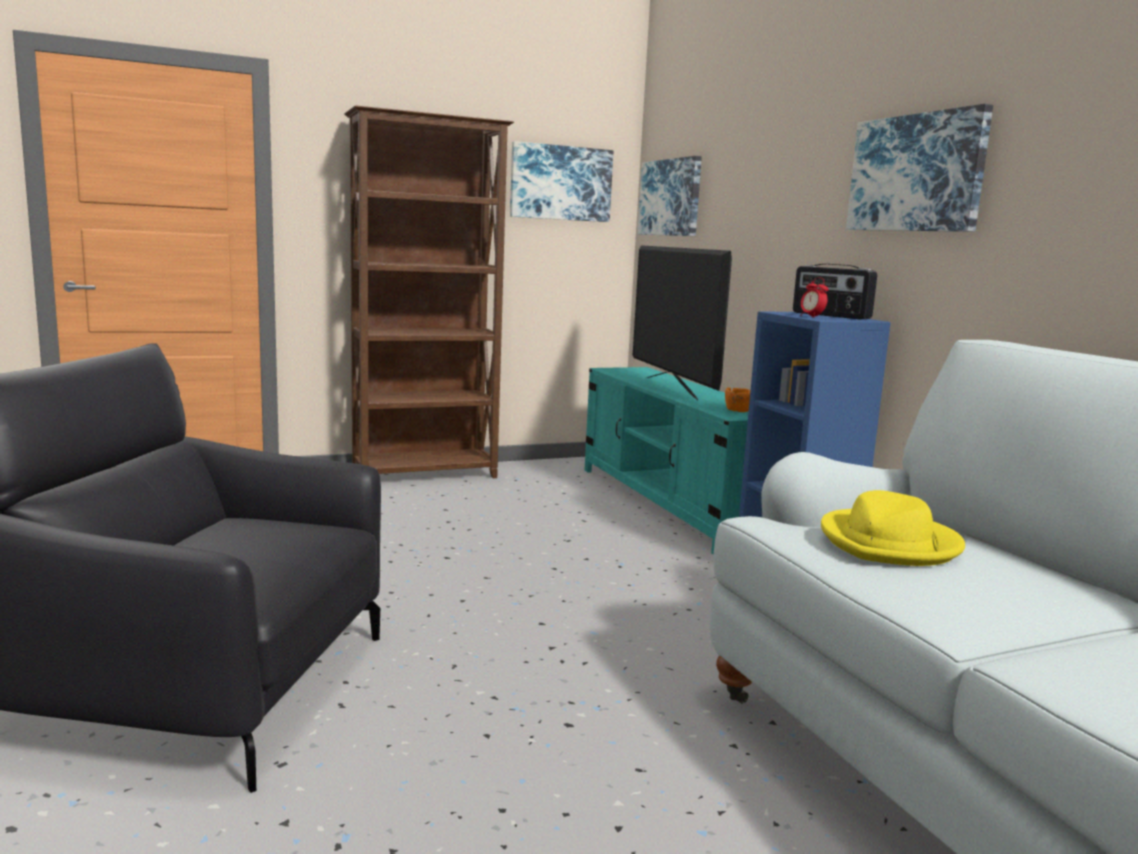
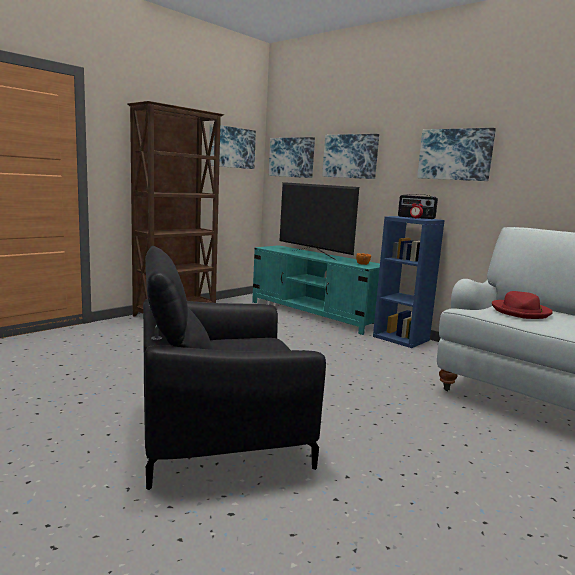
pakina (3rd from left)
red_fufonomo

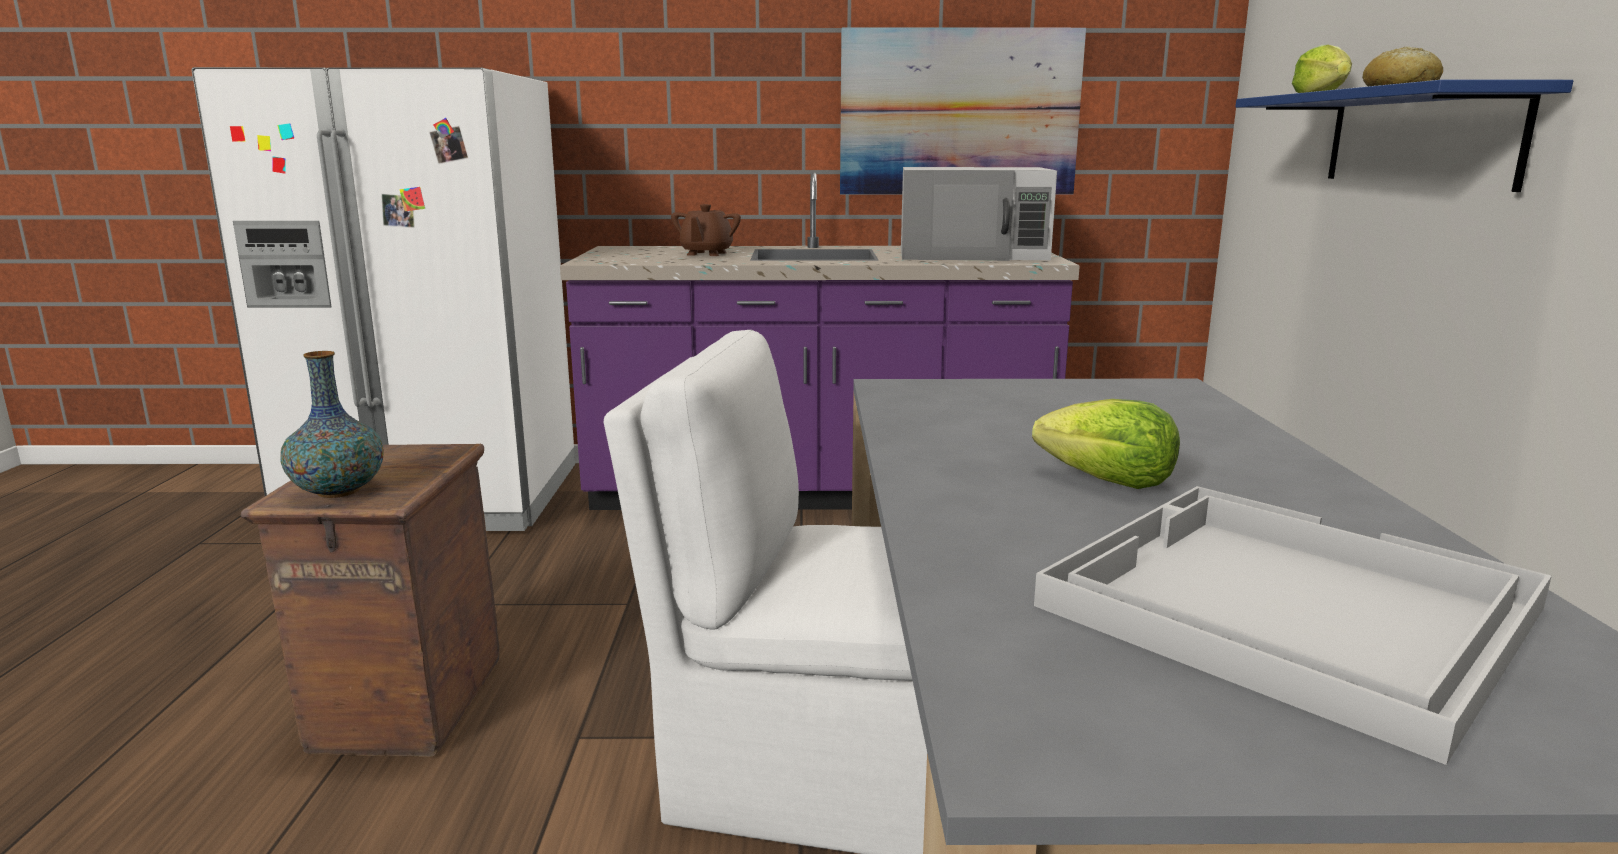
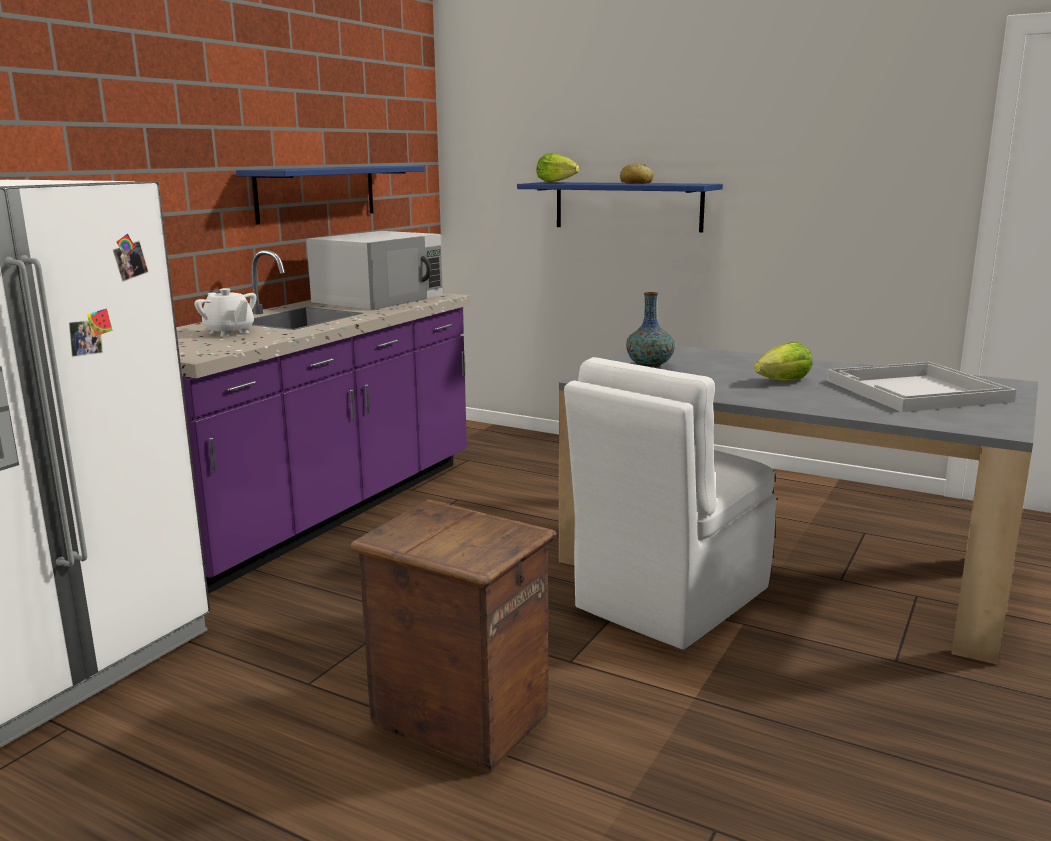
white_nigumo
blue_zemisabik (1st from left)
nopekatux

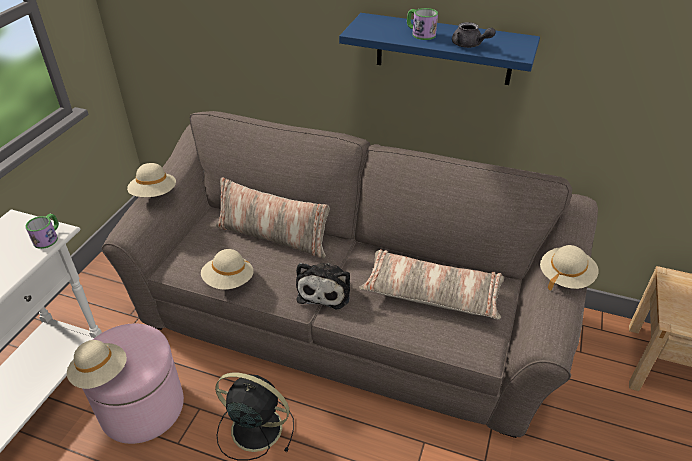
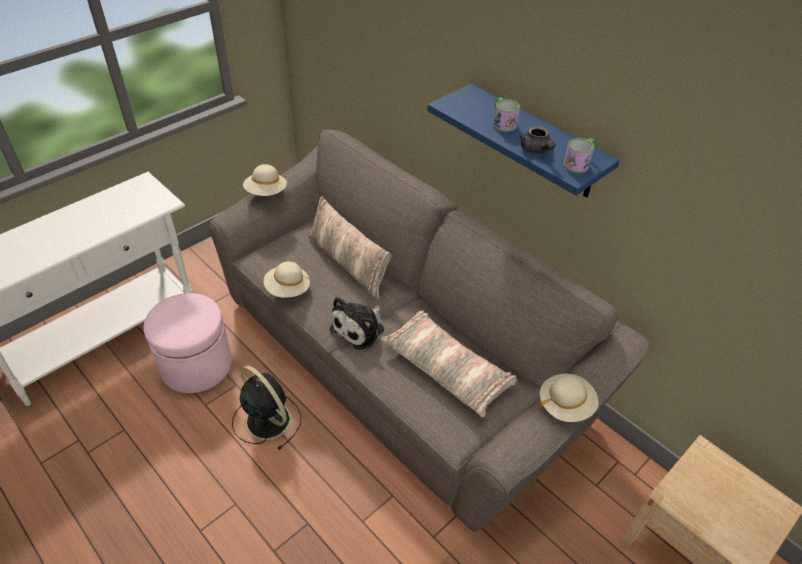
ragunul (2nd from left)
beige_fufonomo (1st from left in the first image)

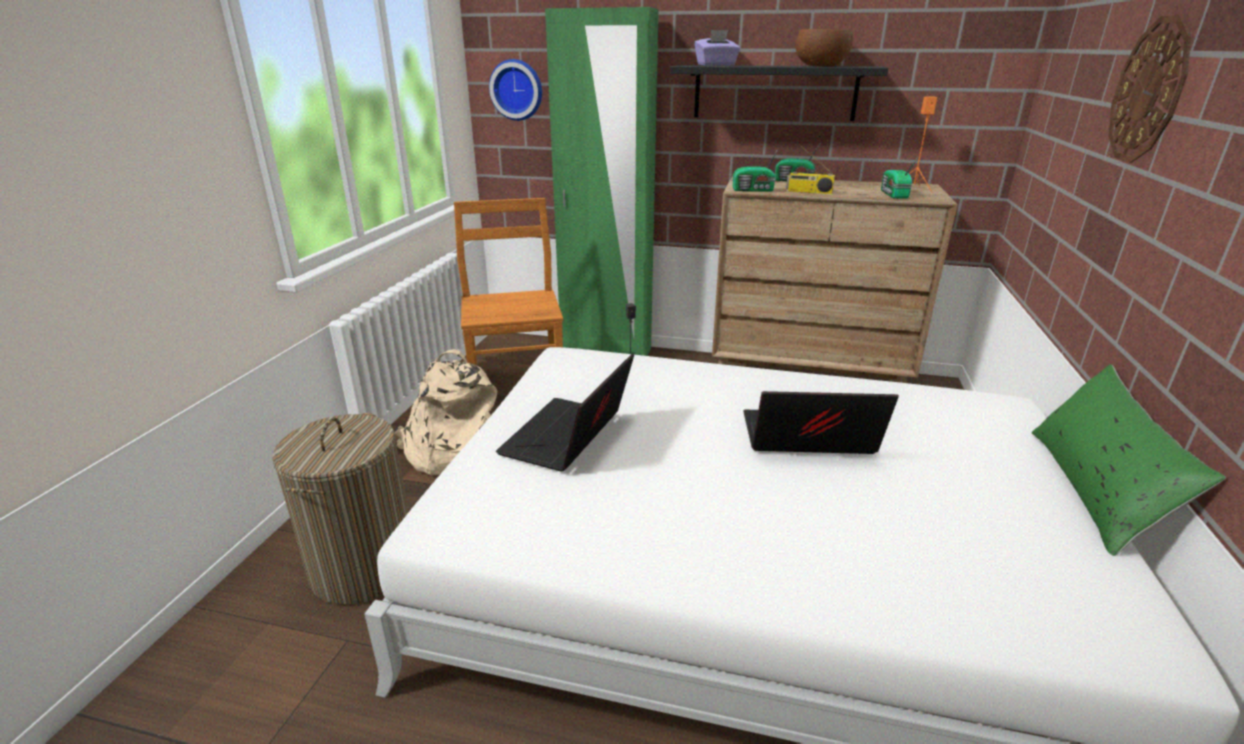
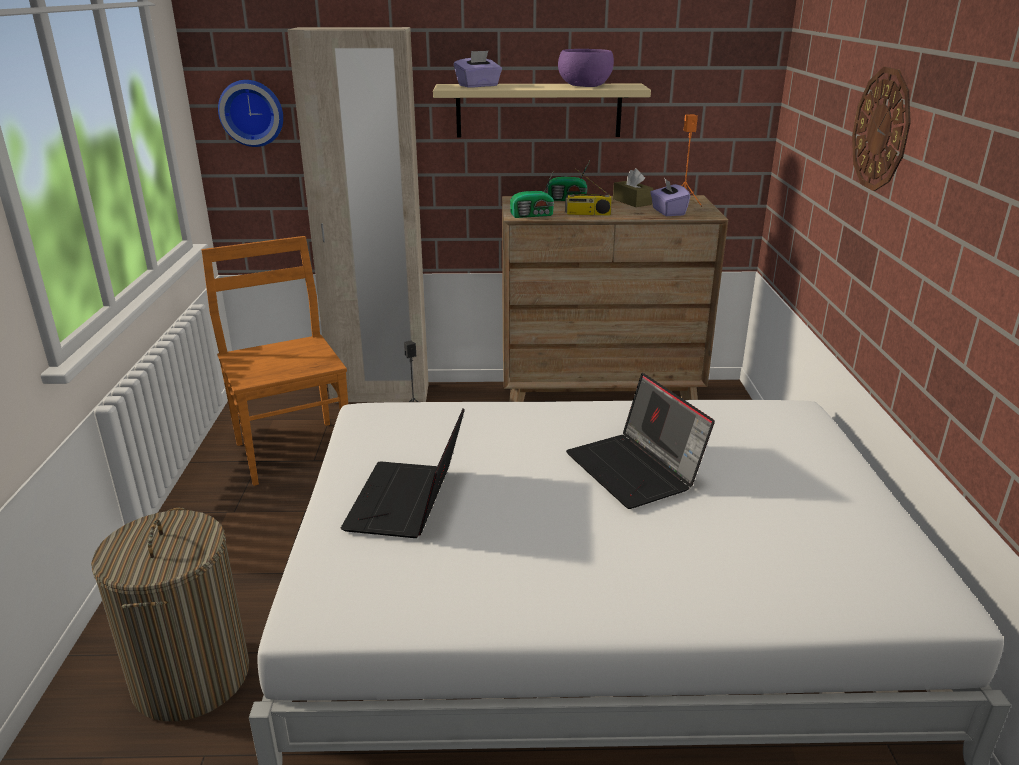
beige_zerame
beige_zemisabik
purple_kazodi
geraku (2nd from left)
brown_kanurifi
purple_kanurifi (2nd from left)
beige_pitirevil
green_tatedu

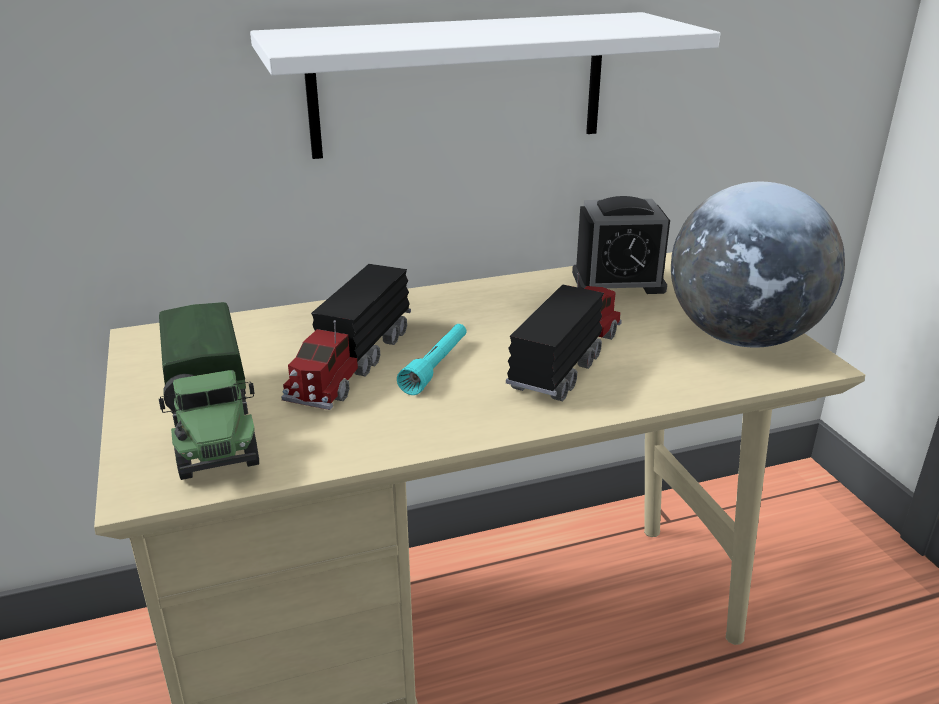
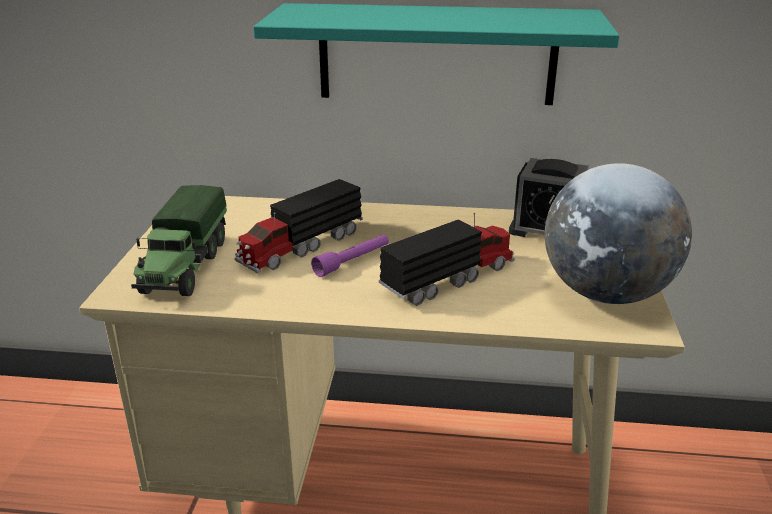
turquoise_zemisabik
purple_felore

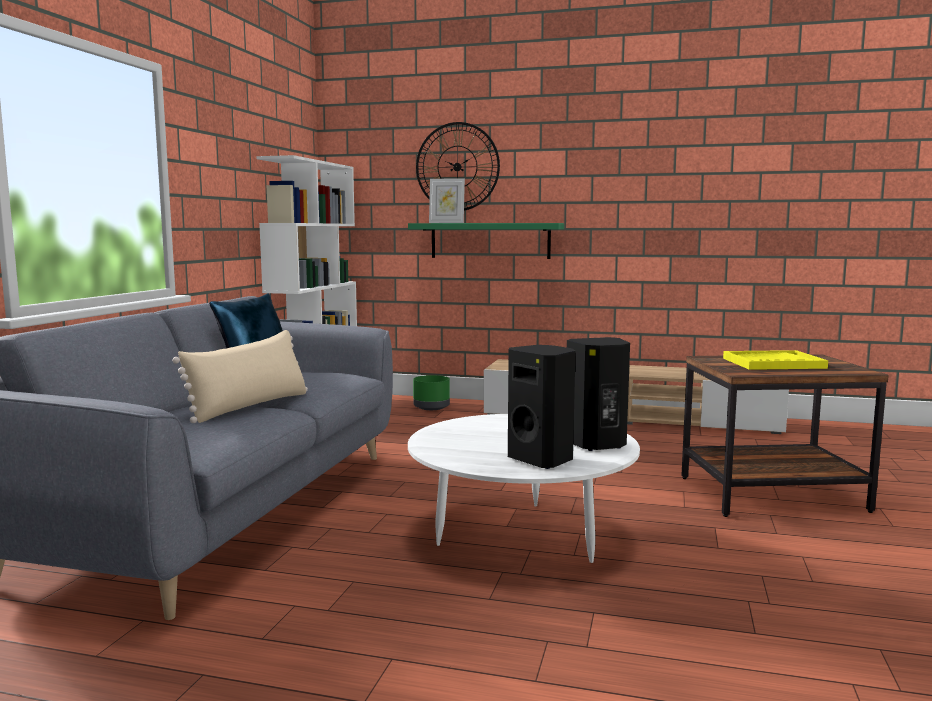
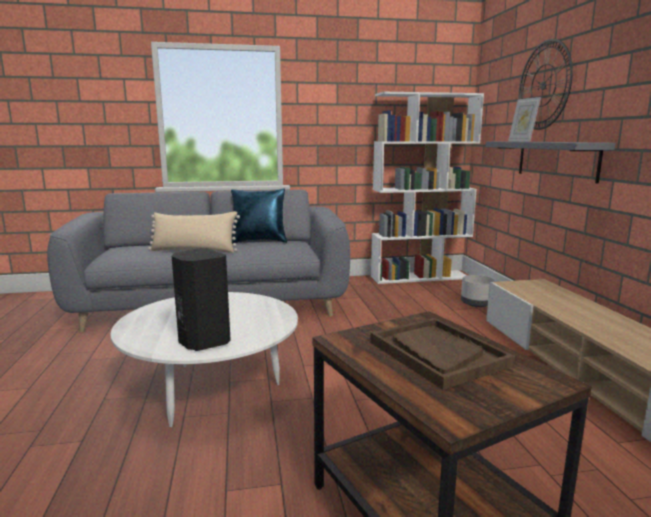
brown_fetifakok
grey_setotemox
grey_zemisabik
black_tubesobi (1st from left in the first image)

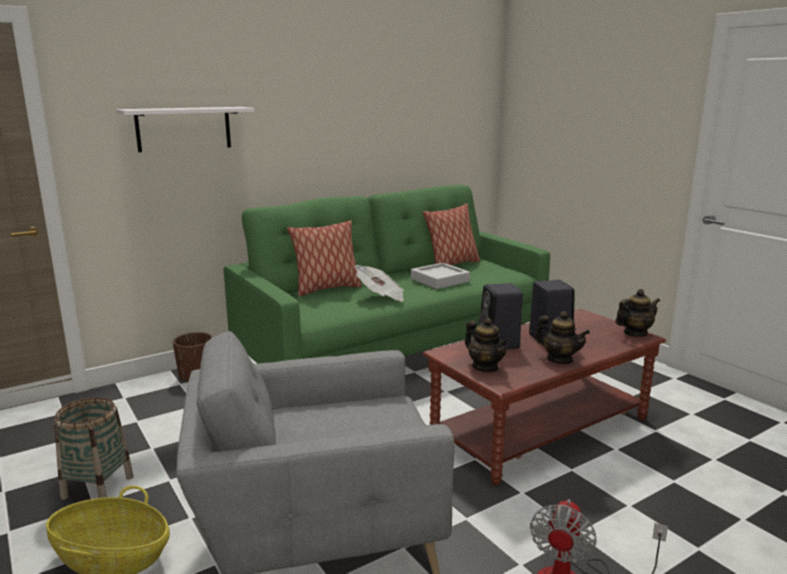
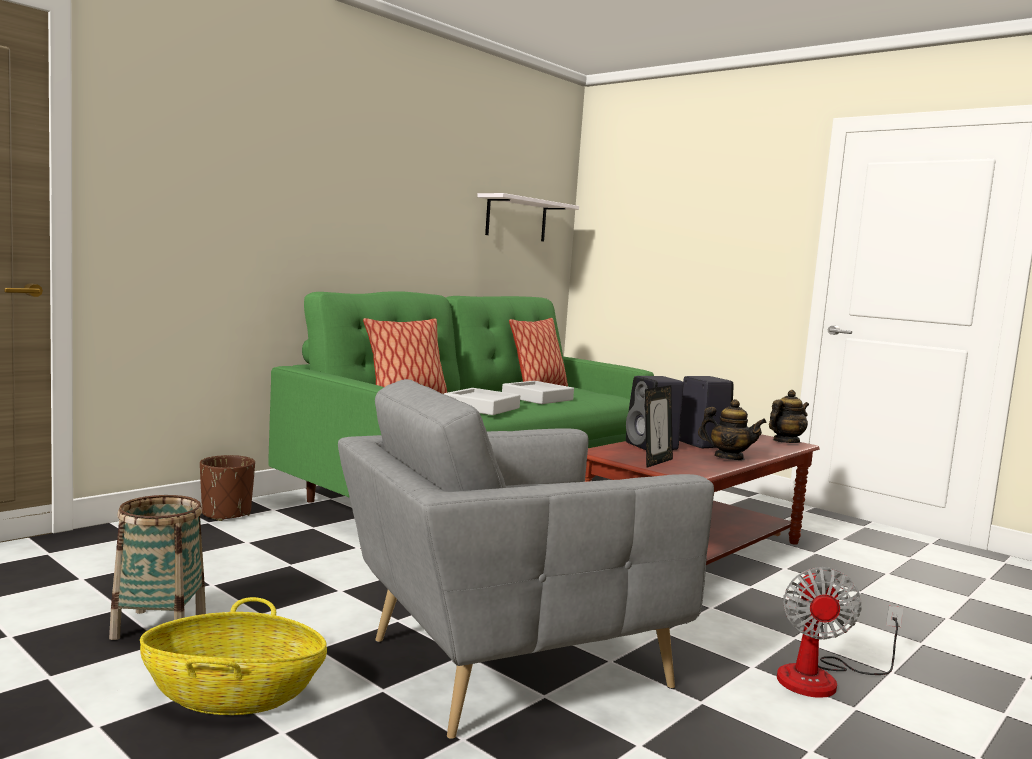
grey_fetifakok (1st from left)
white_zemisabik
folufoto

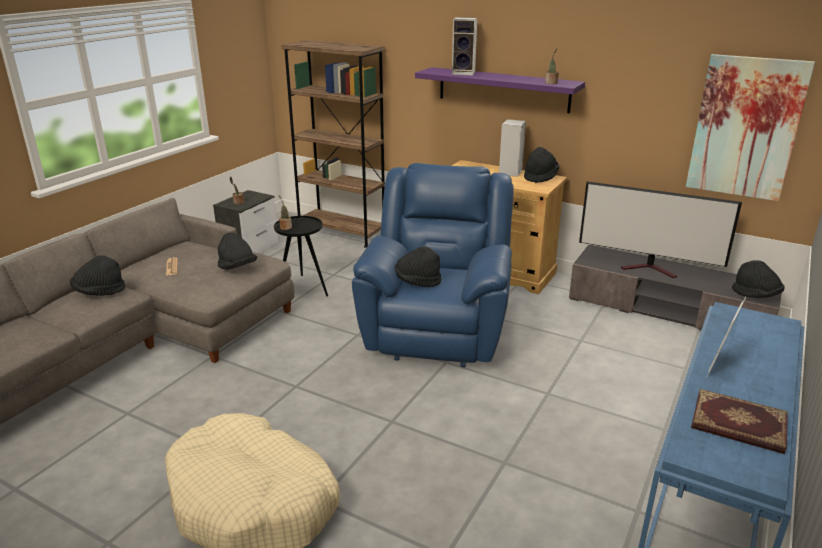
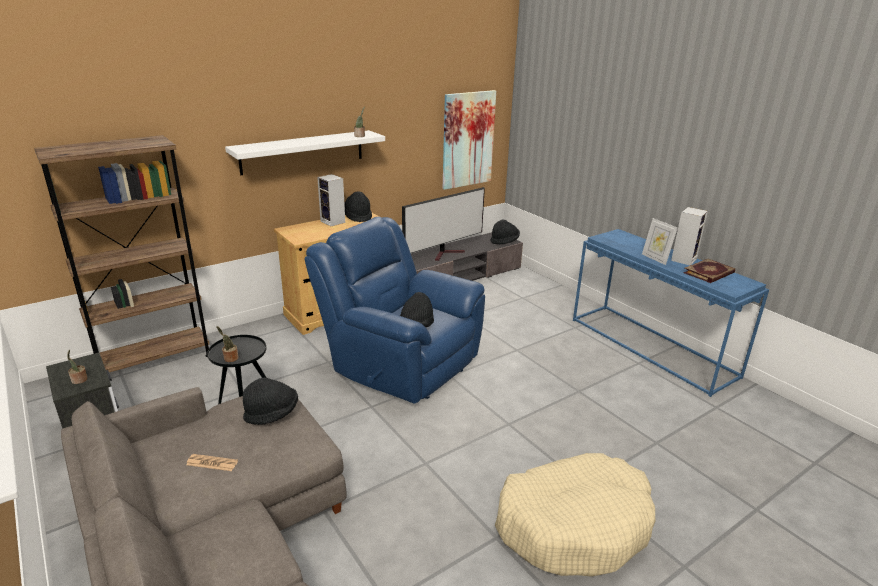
white_zemisabik
tubesobi (2nd from left)
black_fufonomo (1st from left in the first image)

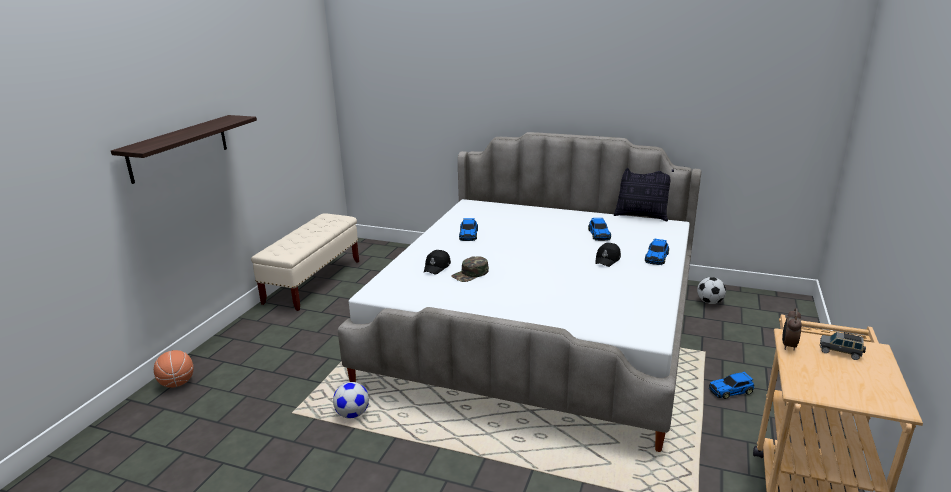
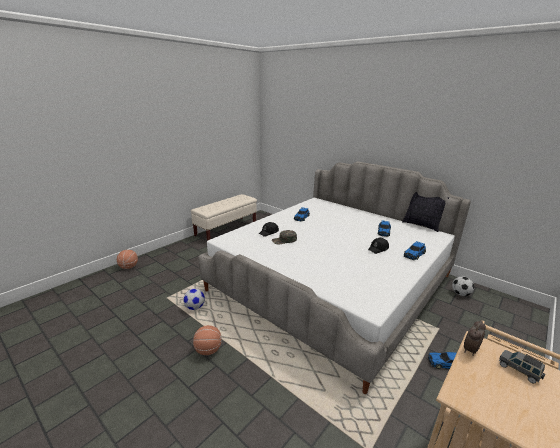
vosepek (2nd from left)
zemisabik

